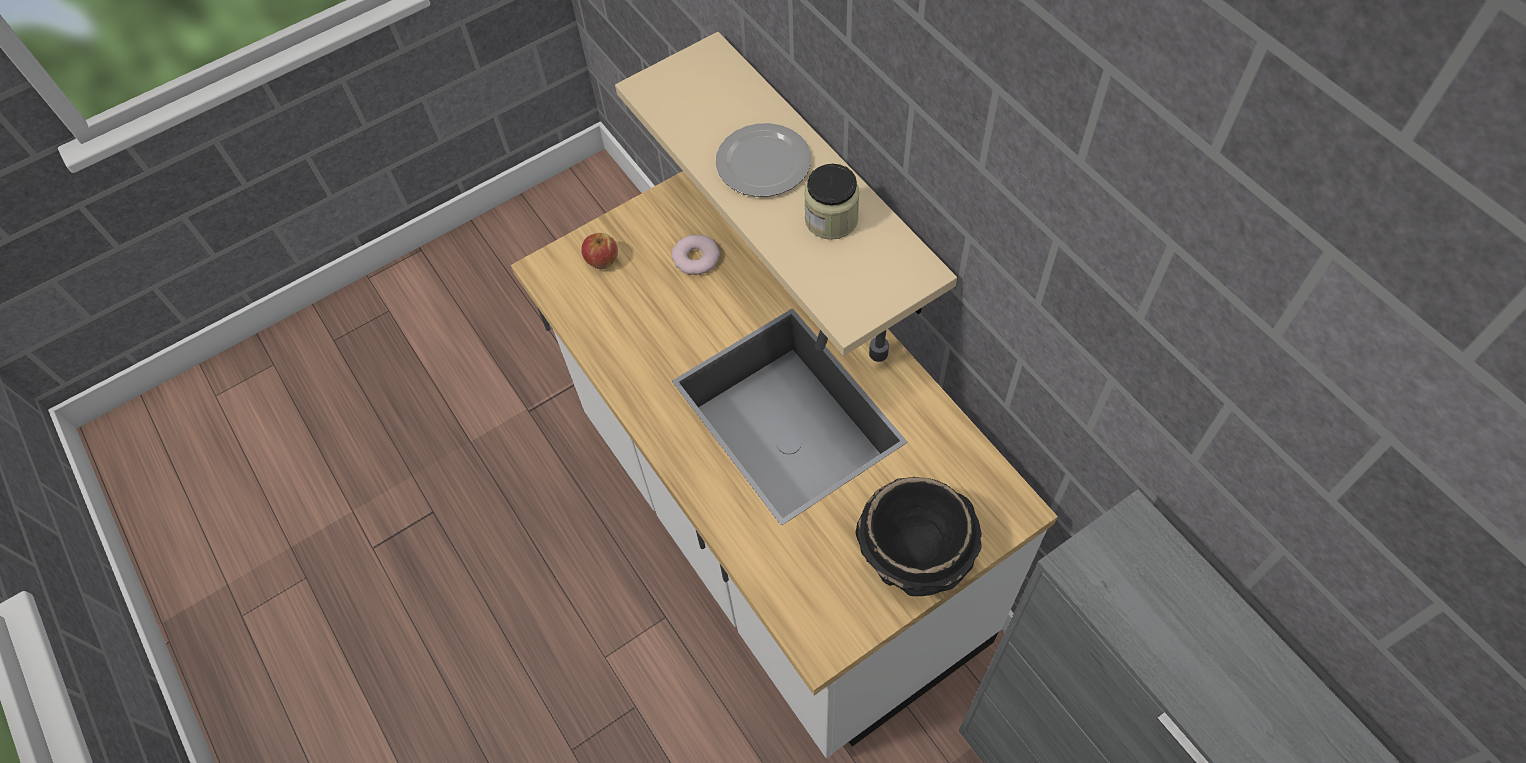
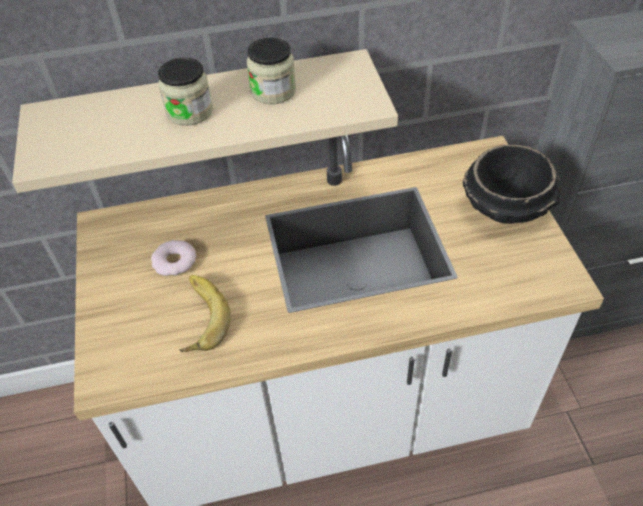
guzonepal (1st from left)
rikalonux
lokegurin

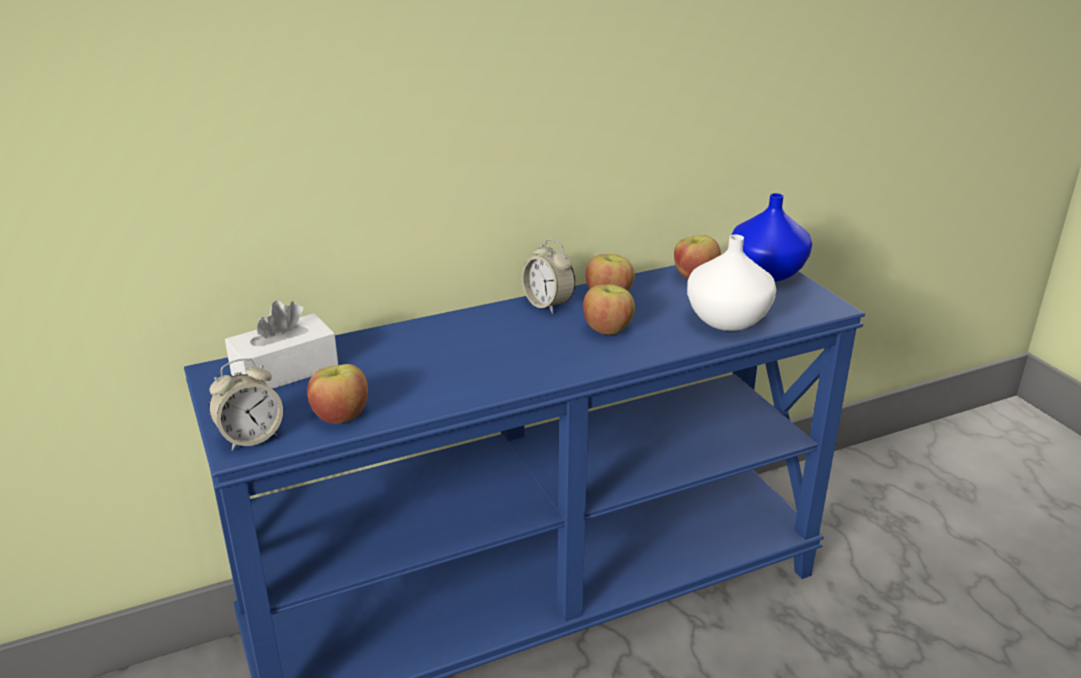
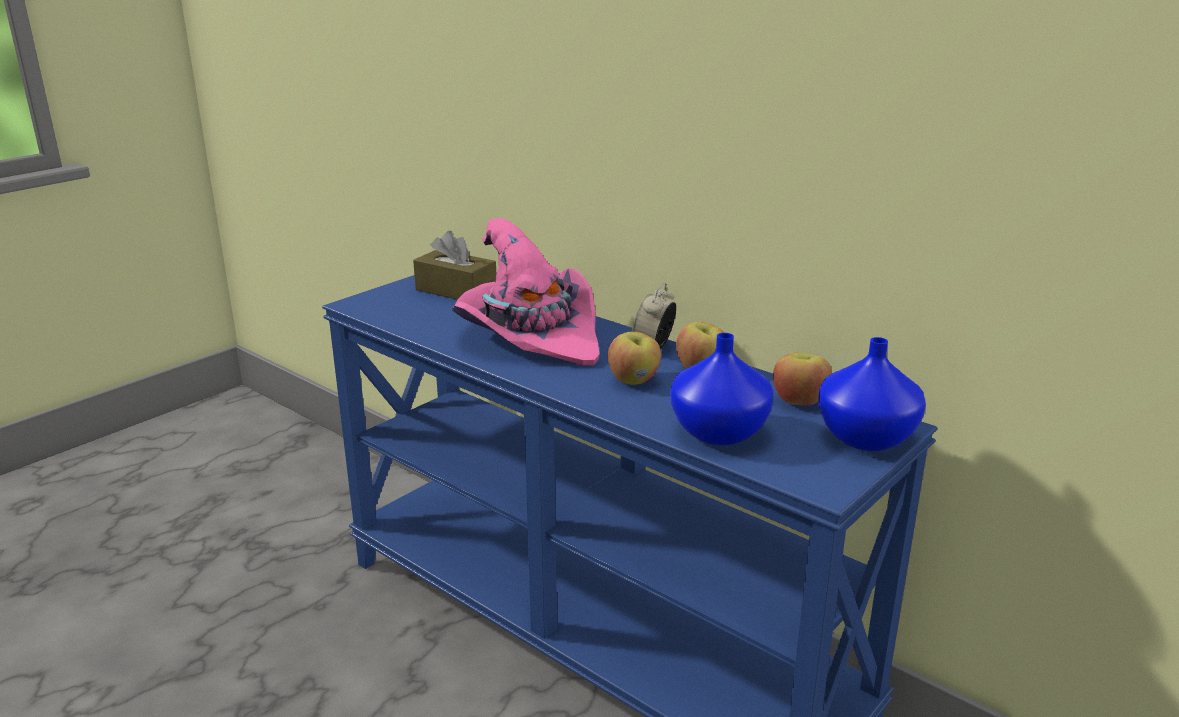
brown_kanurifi
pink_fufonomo
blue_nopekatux (1st from left)
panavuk (1st from left in the first image)
lokegurin (1st from left in the first image)

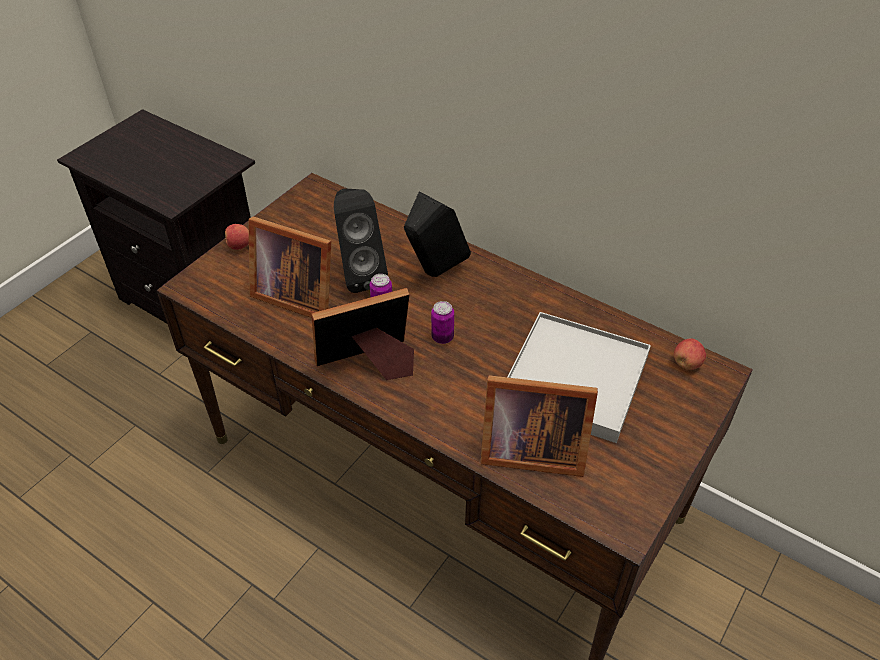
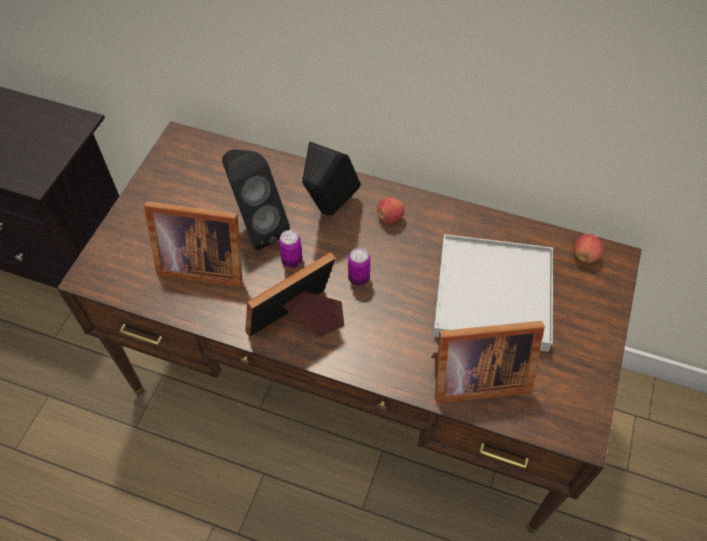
lokegurin (1st from left)

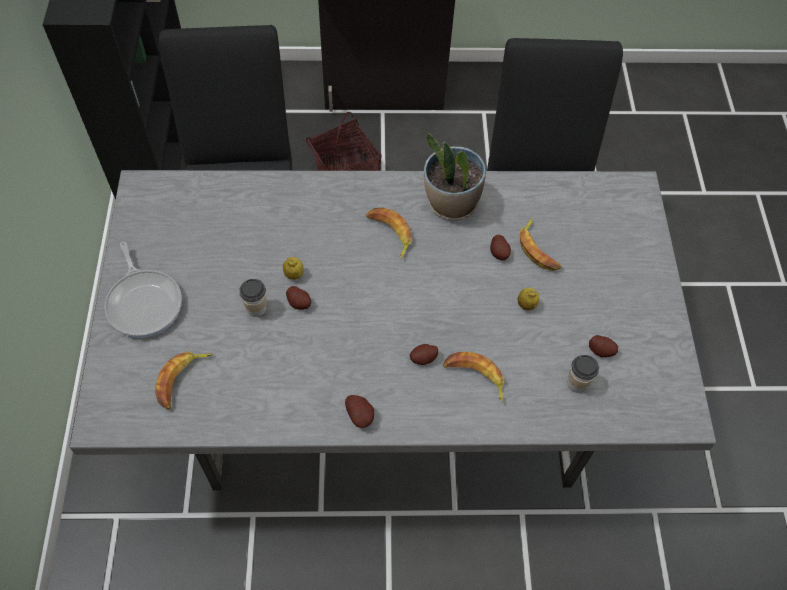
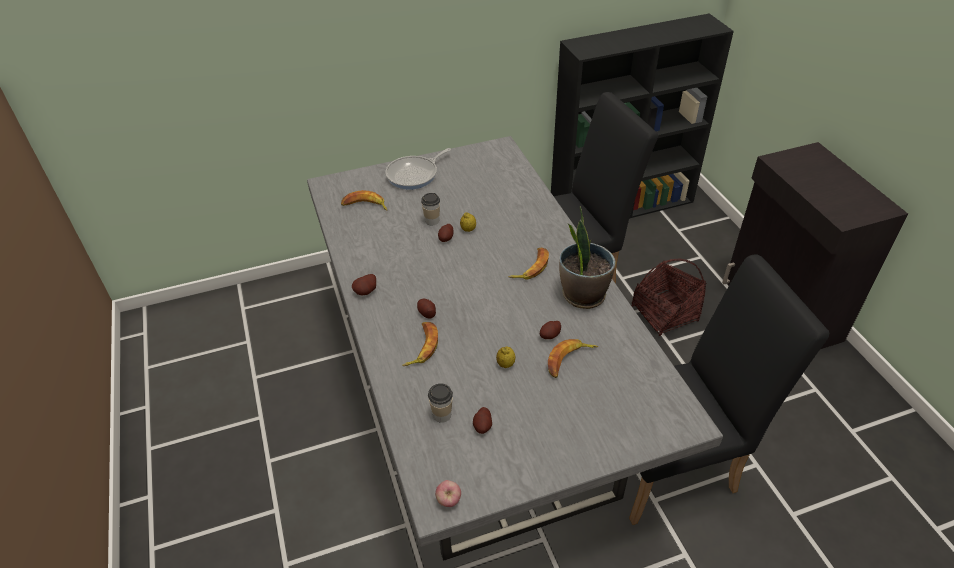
lokegurin

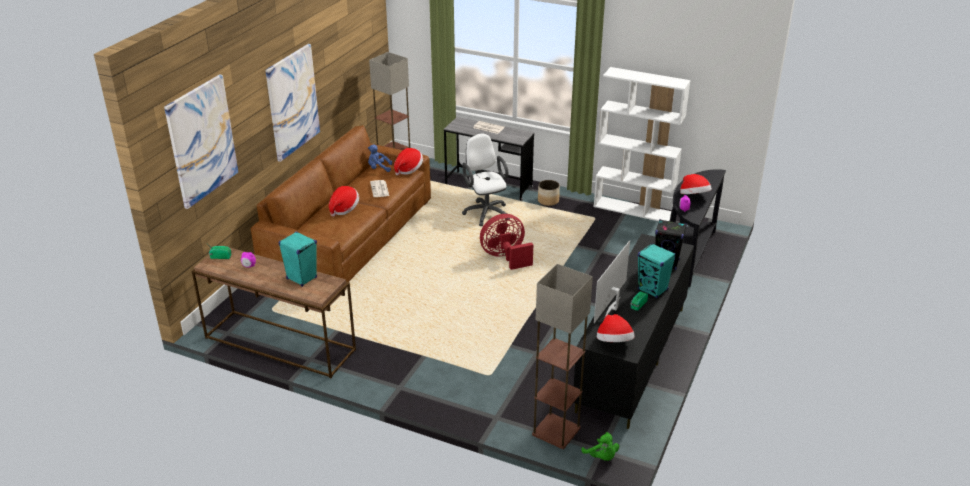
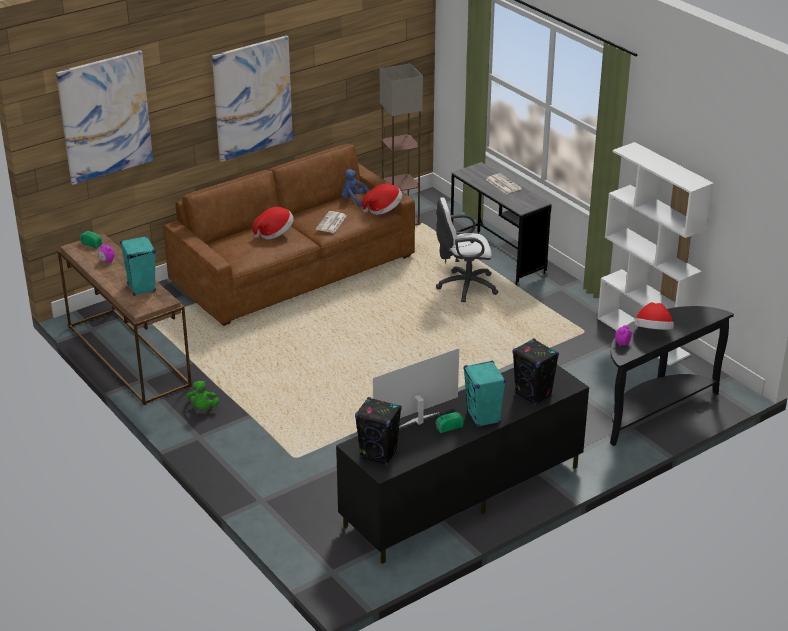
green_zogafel
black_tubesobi (1st from left)
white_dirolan
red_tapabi
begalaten (2nd from left in the first image)
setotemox

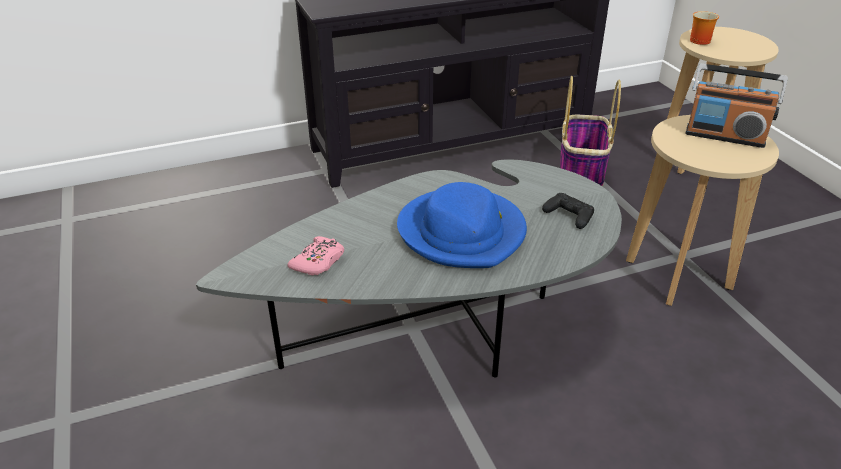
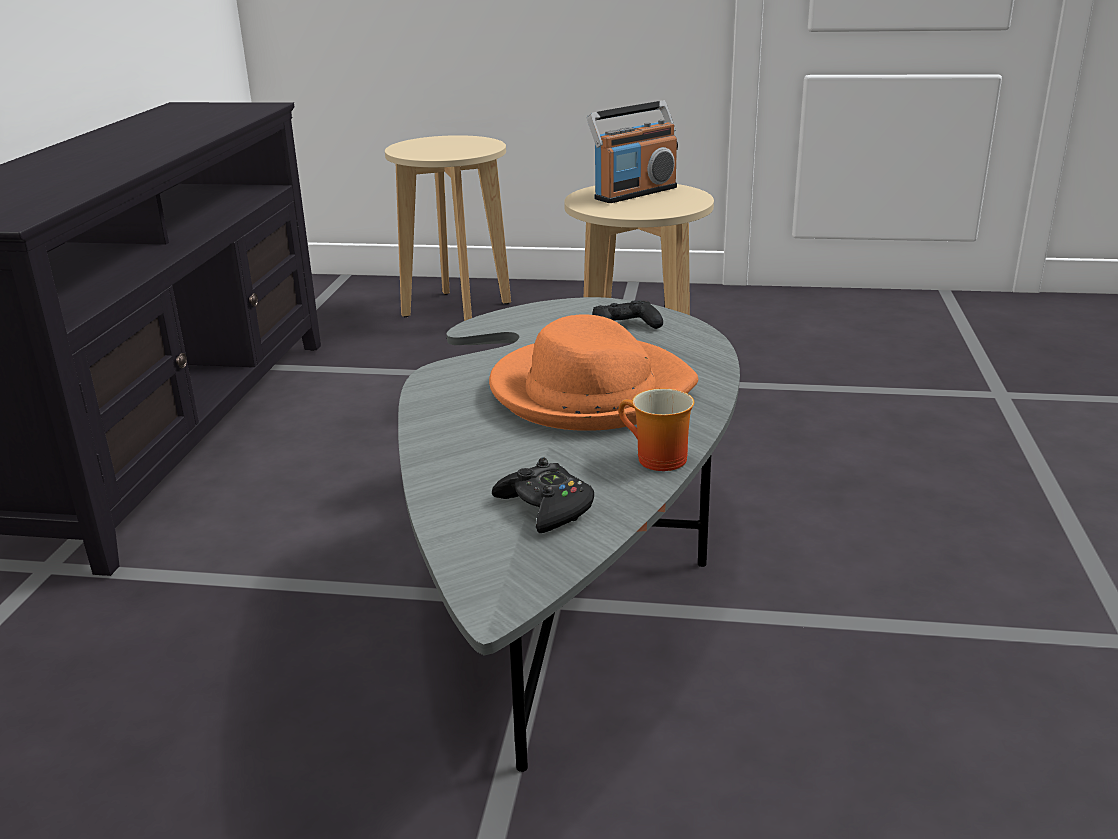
orange_fufonomo
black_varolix (1st from left)
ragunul
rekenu

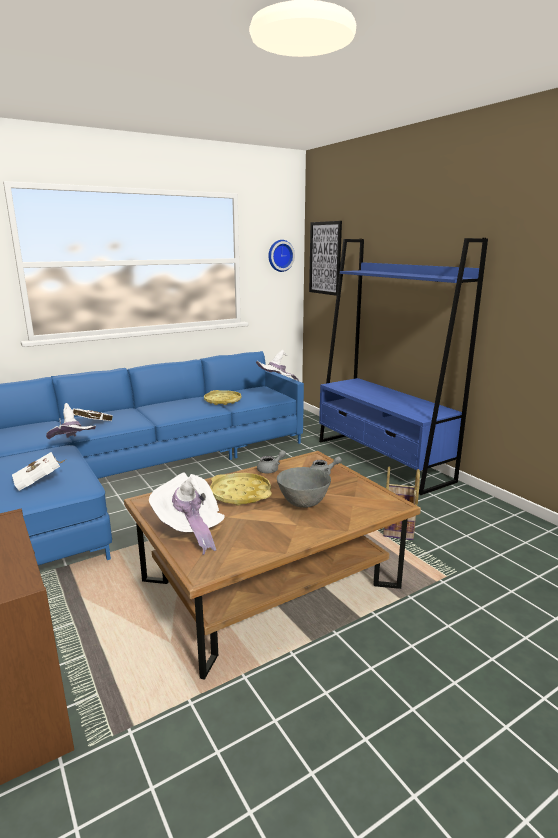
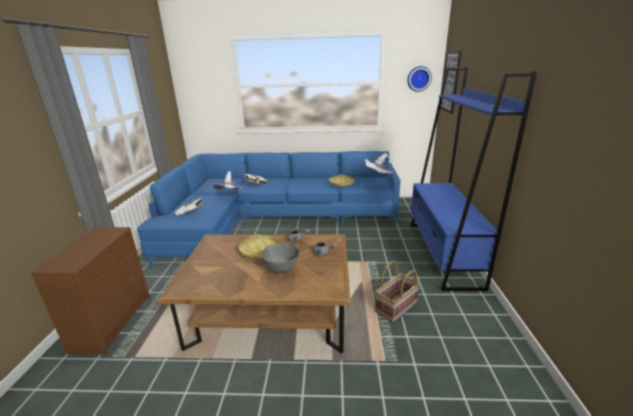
white_fufonomo (2nd from left in the first image)

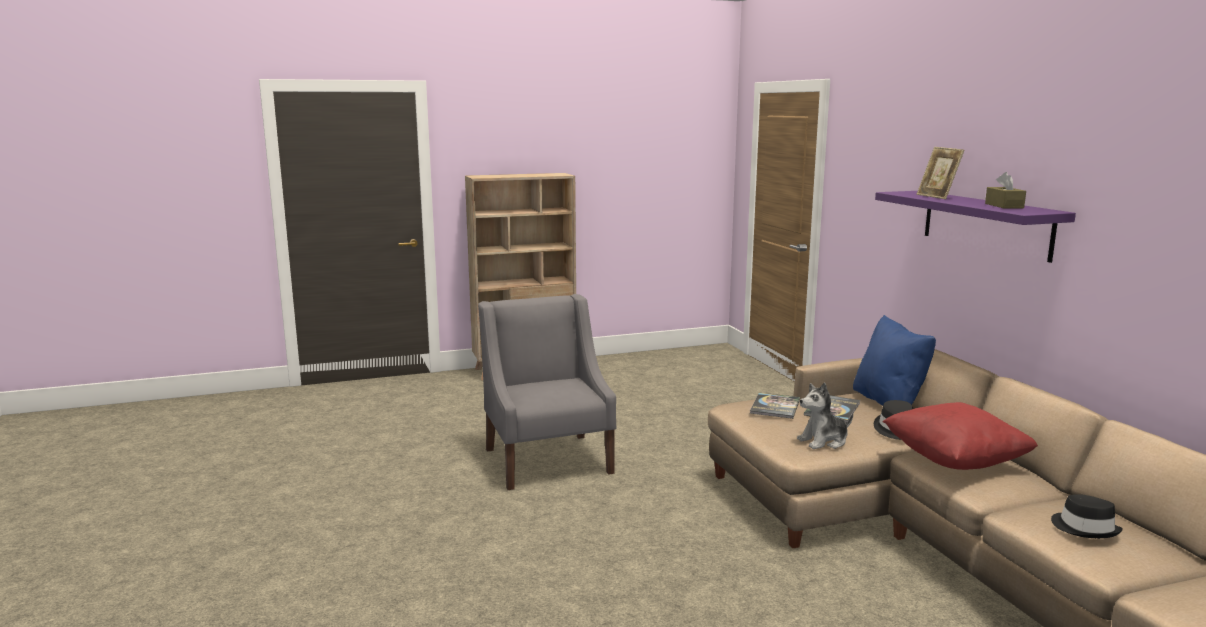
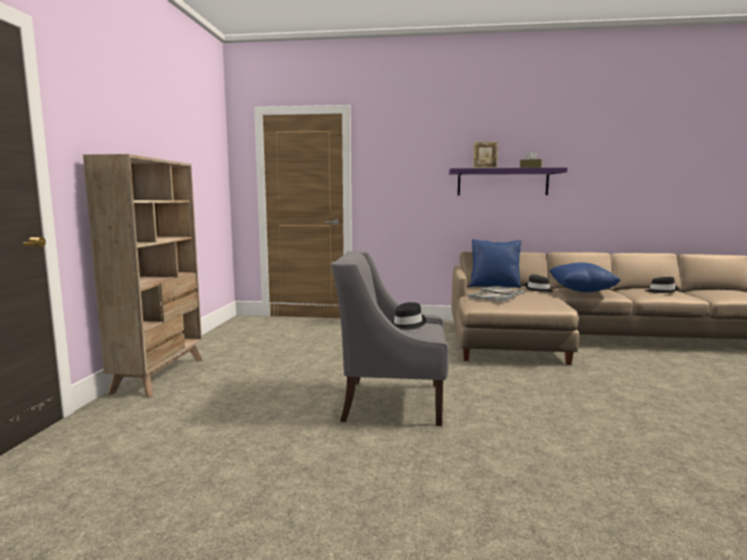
black_fufonomo (1st from left)
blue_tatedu (2nd from left)
zogafel

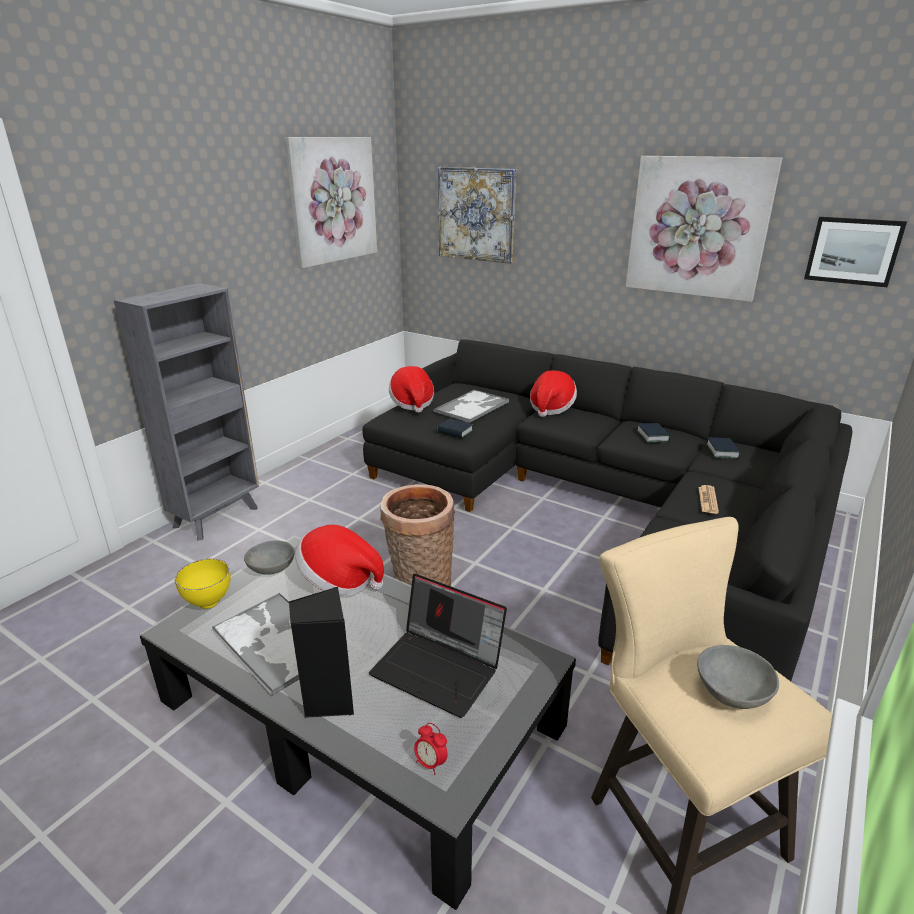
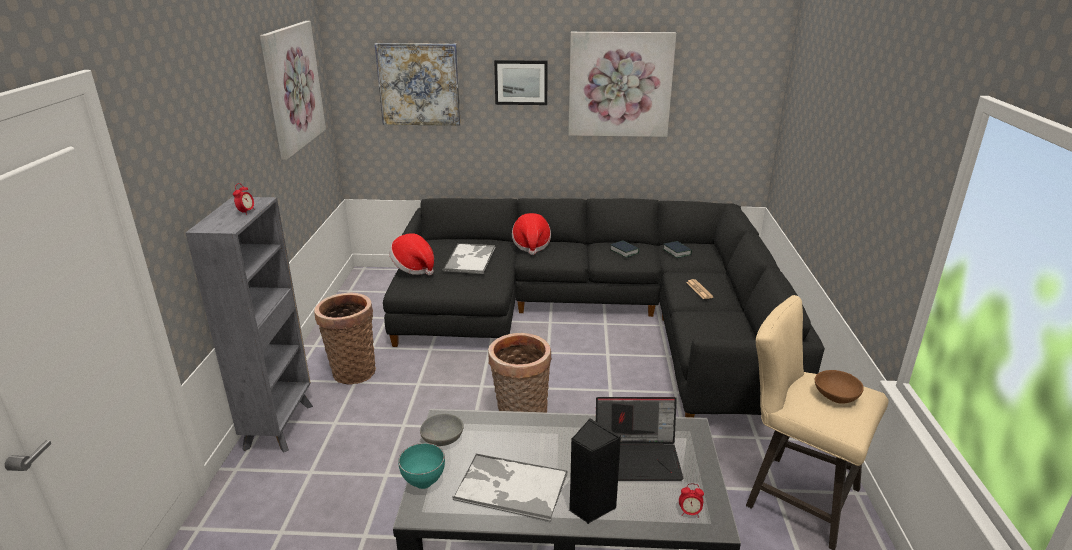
panavuk (1st from left)
rekenu (1st from left)
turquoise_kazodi
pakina (3rd from left)
brown_kazodi
fufonomo (1st from left in the first image)
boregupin (1st from left in the first image)

